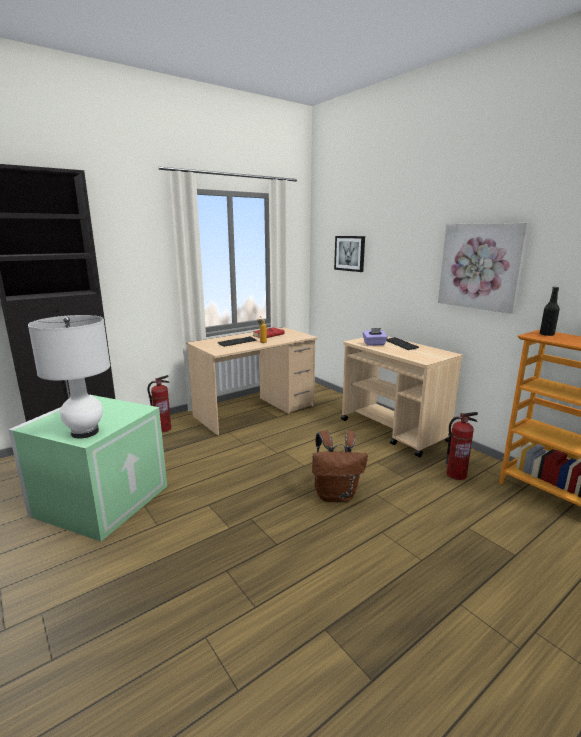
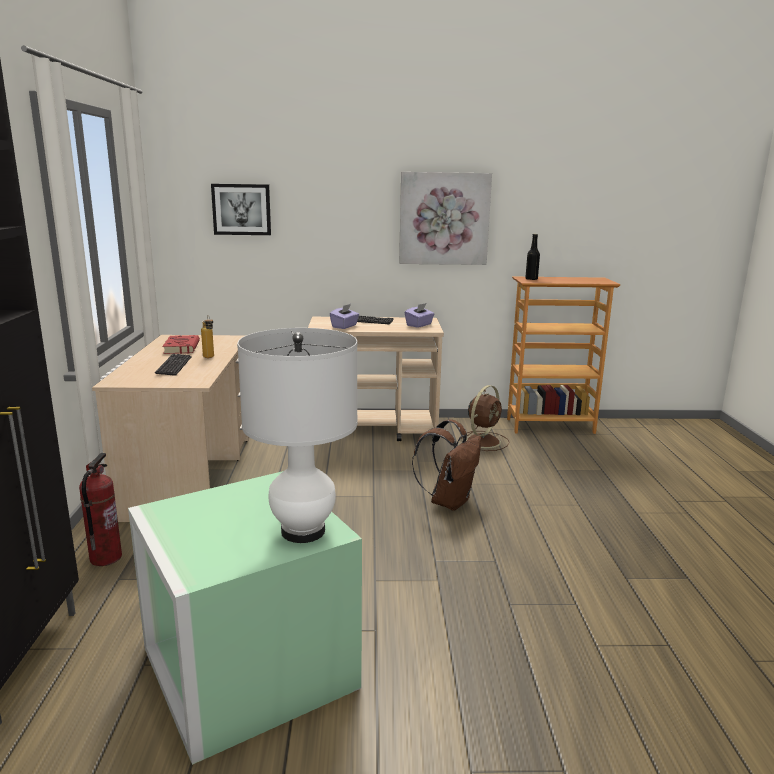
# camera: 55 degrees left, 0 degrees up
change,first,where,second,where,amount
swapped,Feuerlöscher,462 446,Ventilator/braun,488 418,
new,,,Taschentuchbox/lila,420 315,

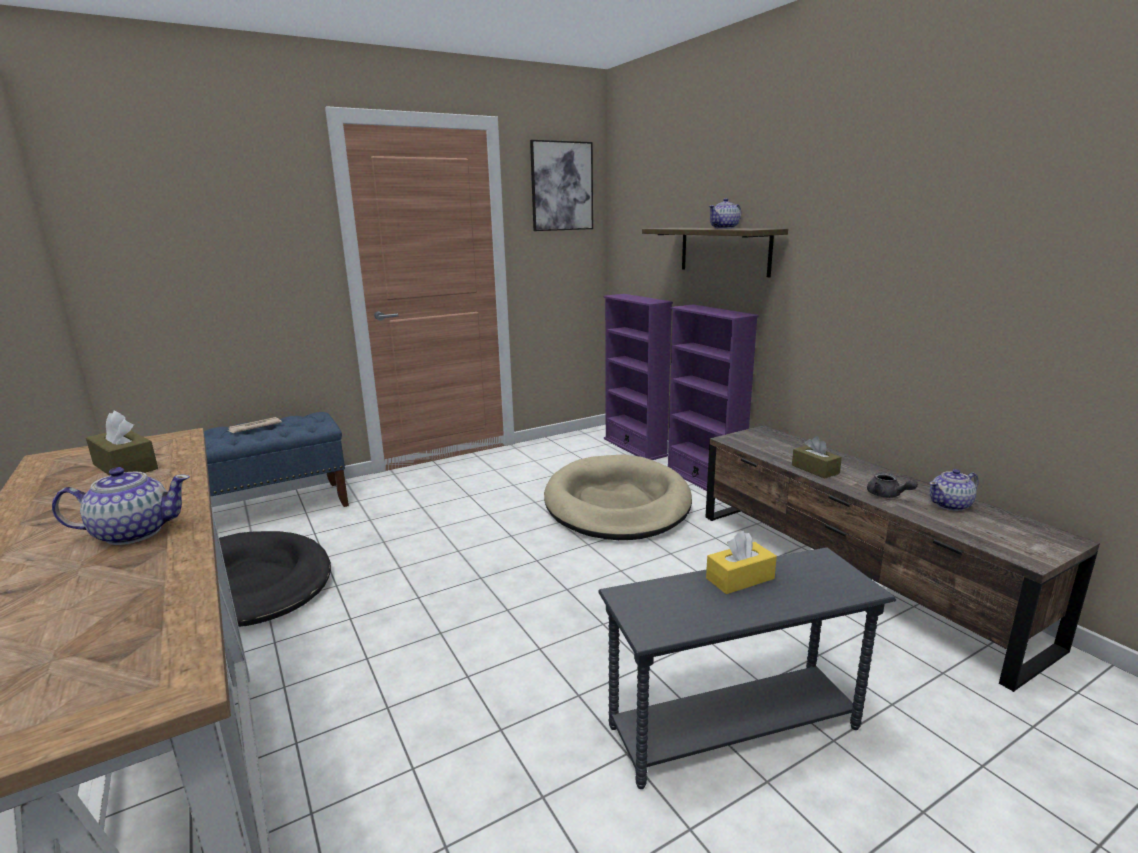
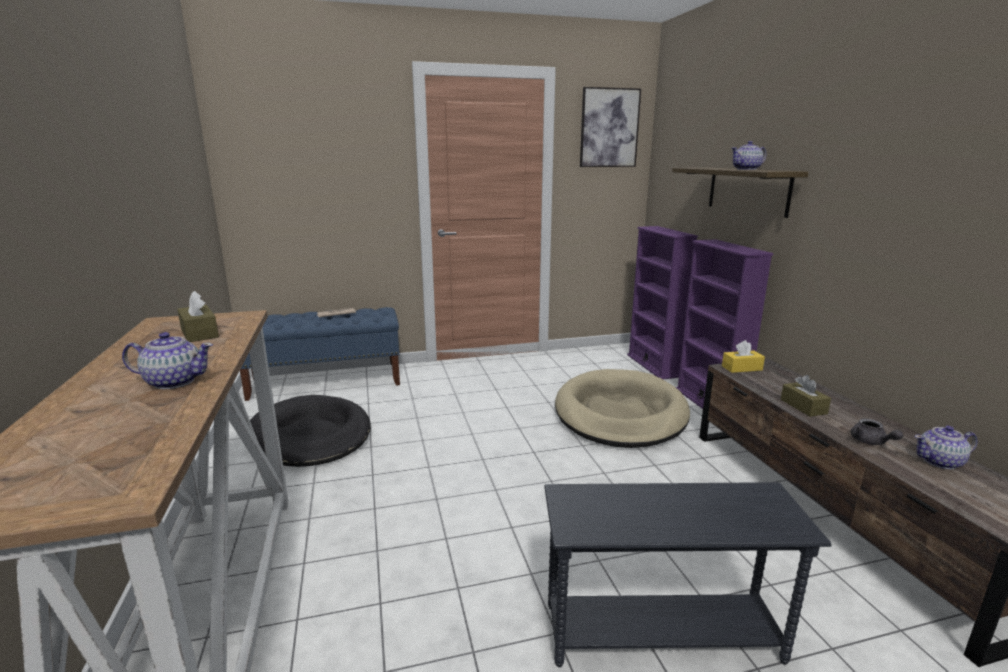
# camera: 15 degrees right, 0 degrees up
change,first,where,second,where,amount
shifted,Taschentuchbox/gelb,741 562,,743 356,

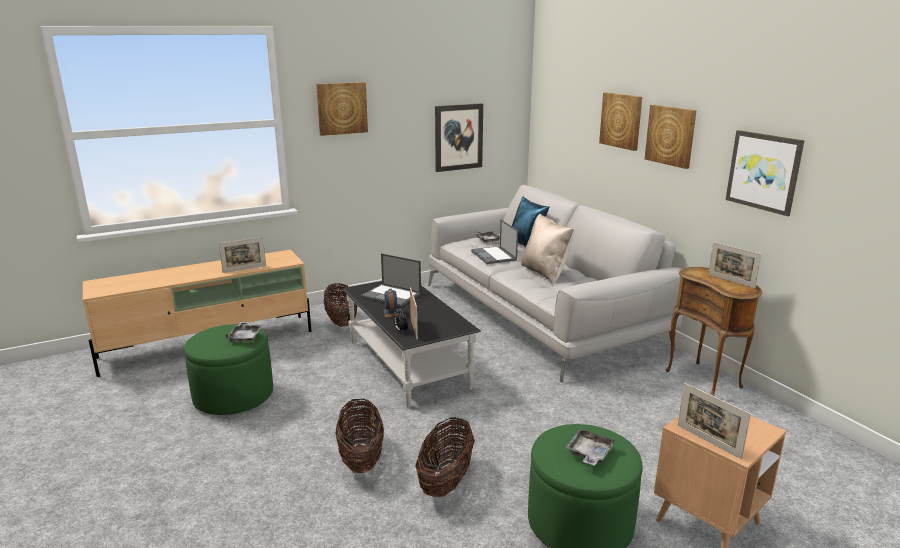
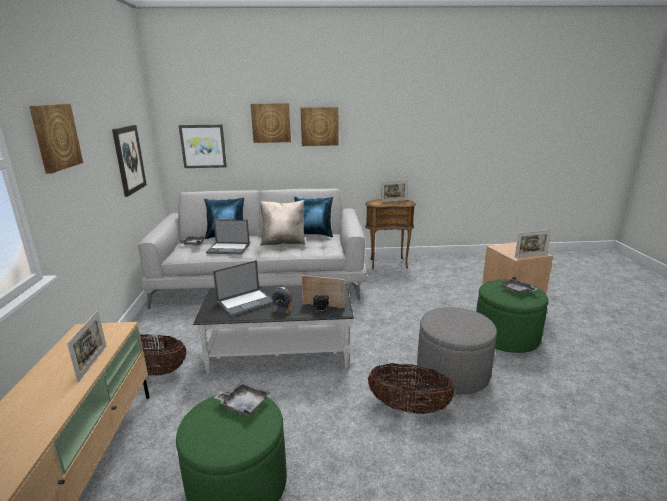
# camera: 65 degrees left, 0 degrees up
change,first,where,second,where,amount
shifted,Bild,765 173,,203 146,
swapped,Korb,445 457,Polsterhocker/grau,457 350,
new,,,Kissen/blau,313 217,

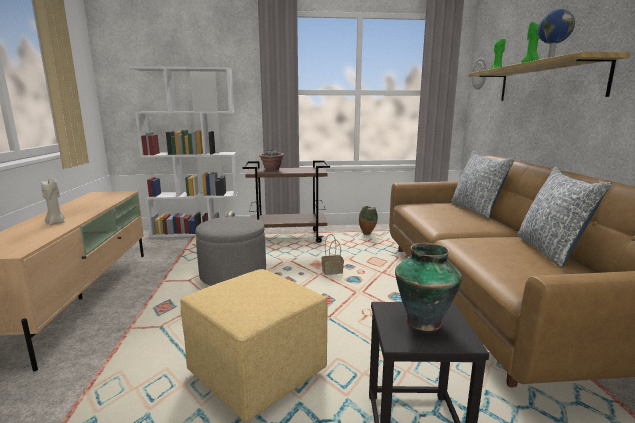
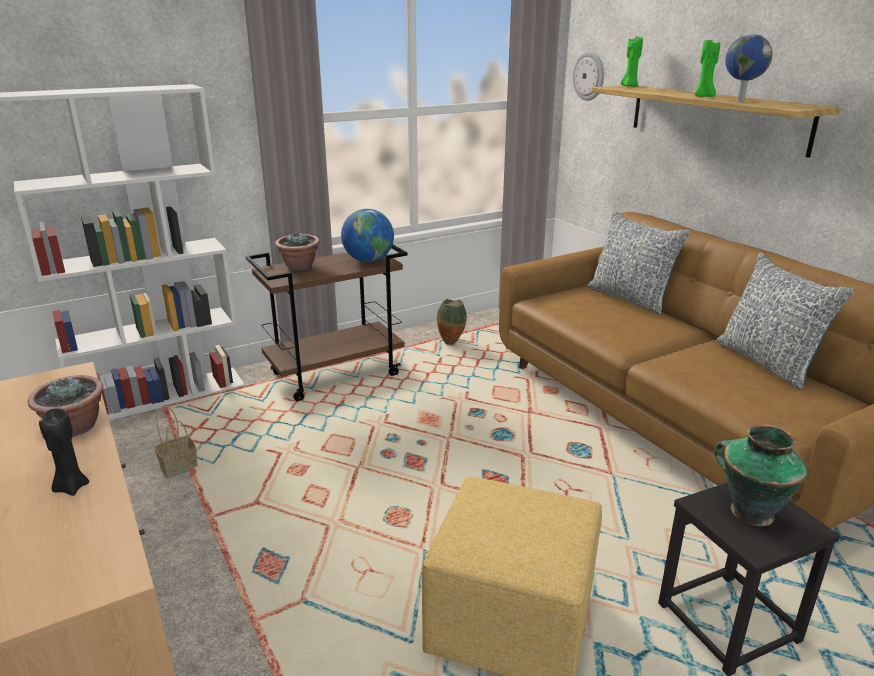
# camera: 25 degrees left, 10 degrees up
change,first,where,second,where,amount
repainted,Kerze/beige,53 201,Kerze/schwarz,64 452,
gone,Polsterhocker/grau,230 251,,,
shifted,Korb,332 254,,176 442,
new,,,Globus,367 235,
new,,,Topfpflanze,65 405,

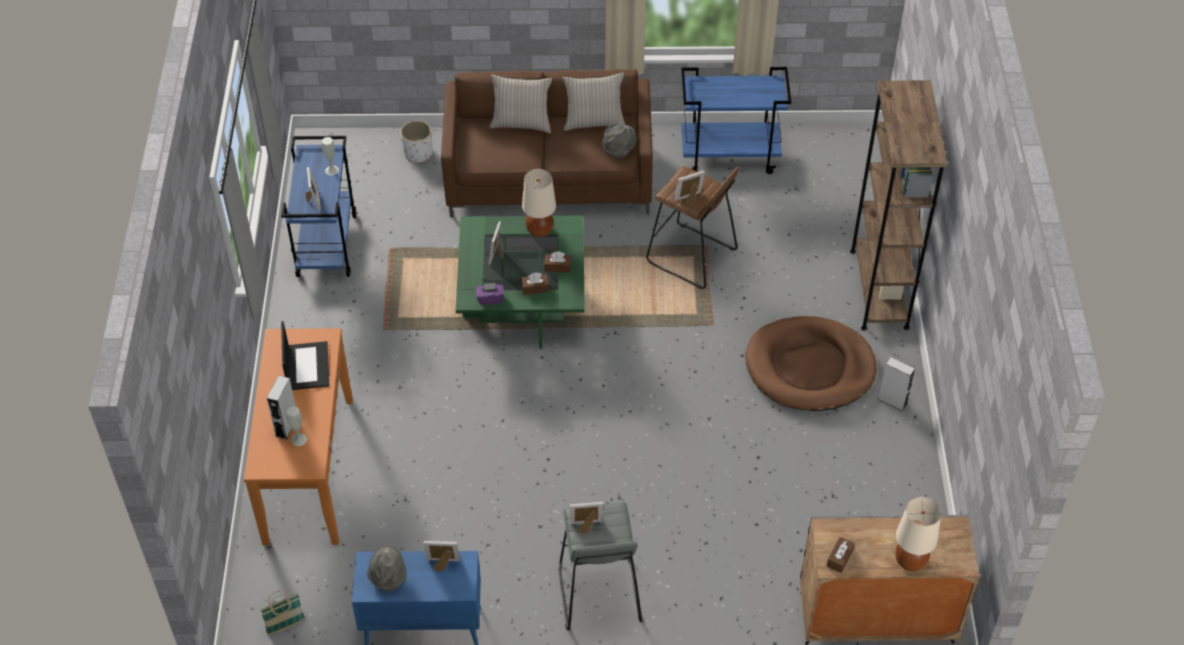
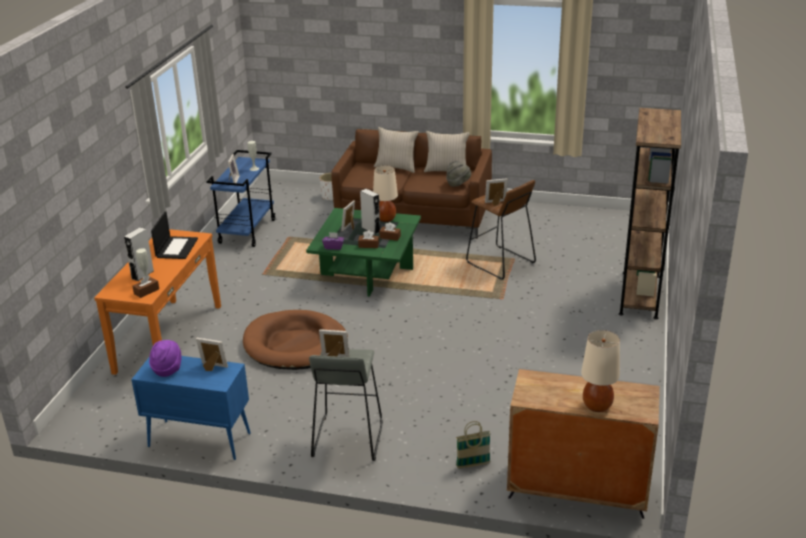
# camera: 15 degrees right, 20 degrees down
change,first,where,second,where,amount
gone,Rollwagen/blau,736 120,,,
shifted,Hundebett/braun,811 363,,295 340,
shifted,Lautsprecher/grau,896 384,,370 211,
shifted,Taschentuchbox/braun,841 555,,145 286,
repainted,Hut/grau,387 568,Hut/lila,165 358,
shifted,Korb,283 612,,473 445,

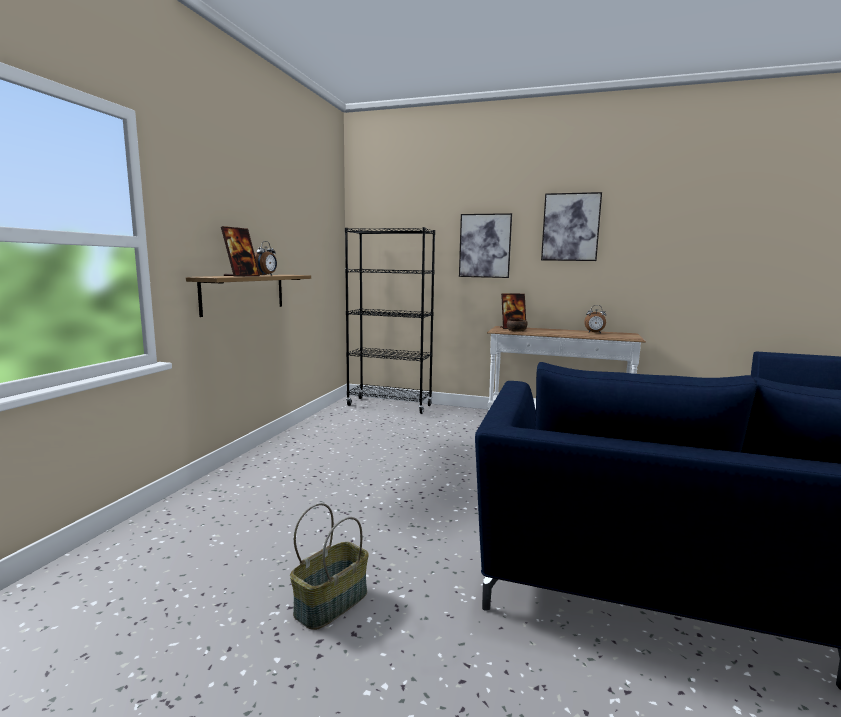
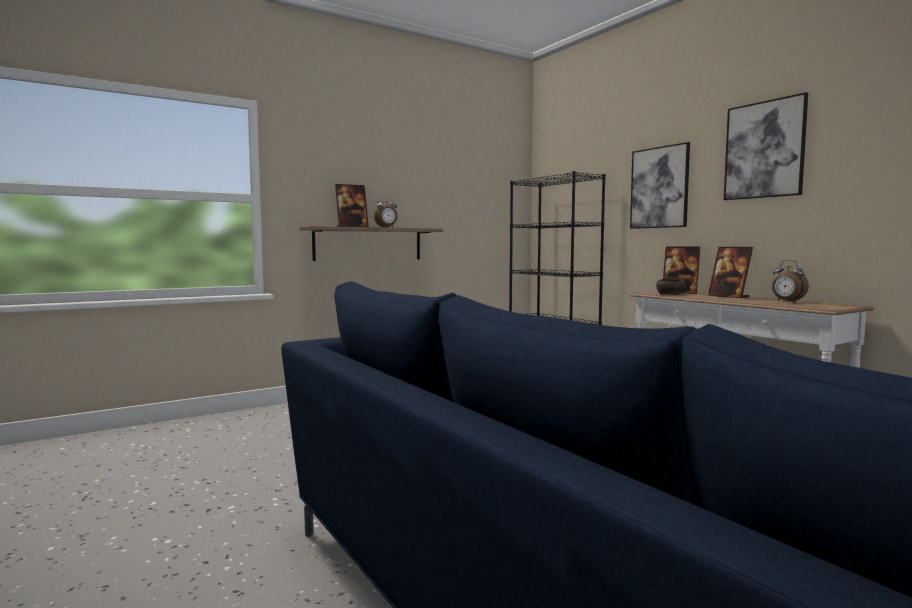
# camera: 40 degrees right, 5 degrees down
change,first,where,second,where,amount
gone,Korb,329 566,,,
new,,,Bilderrahmen,730 272,

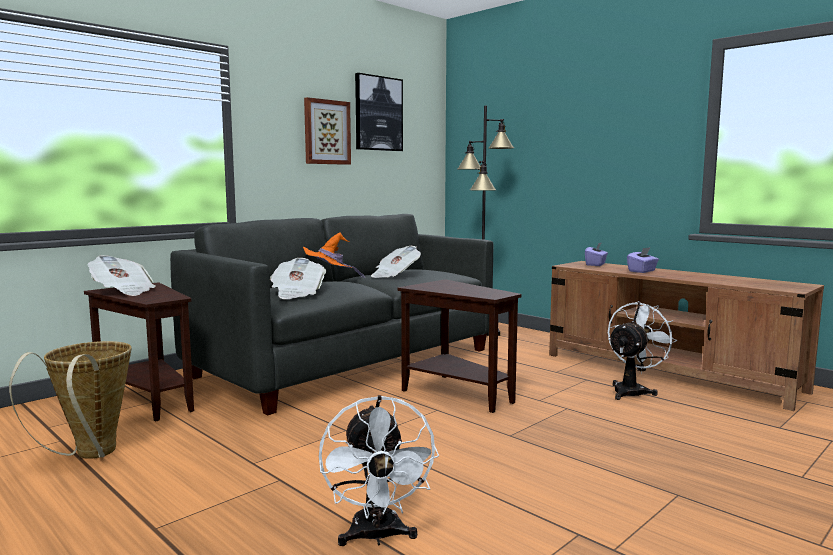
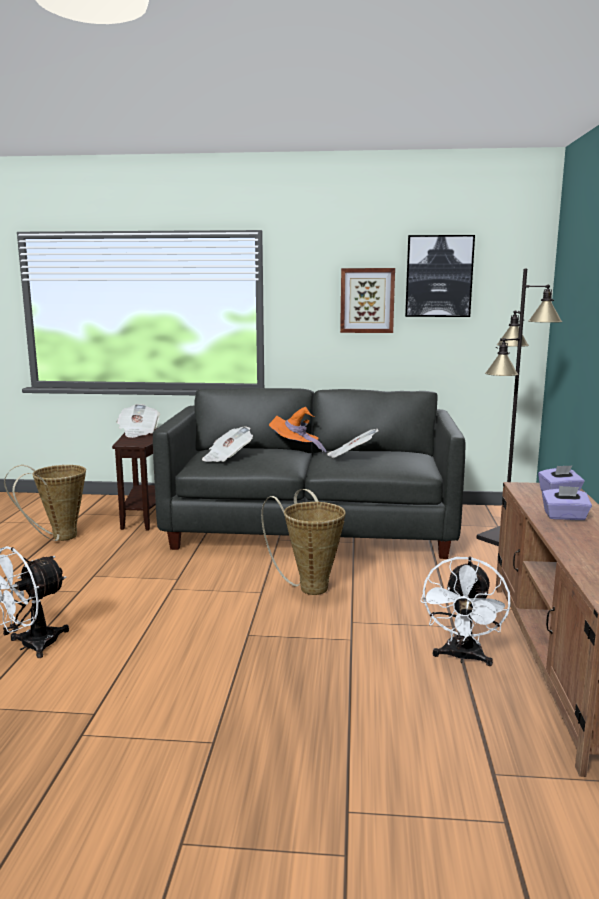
# camera: 50 degrees right, 5 degrees up
change,first,where,second,where,amount
swapped,Beistelltisch/braun,459 346,Korb,303 542,
rotated,Ventilator/weiß,642 350,,465 611,105 degrees clockwise

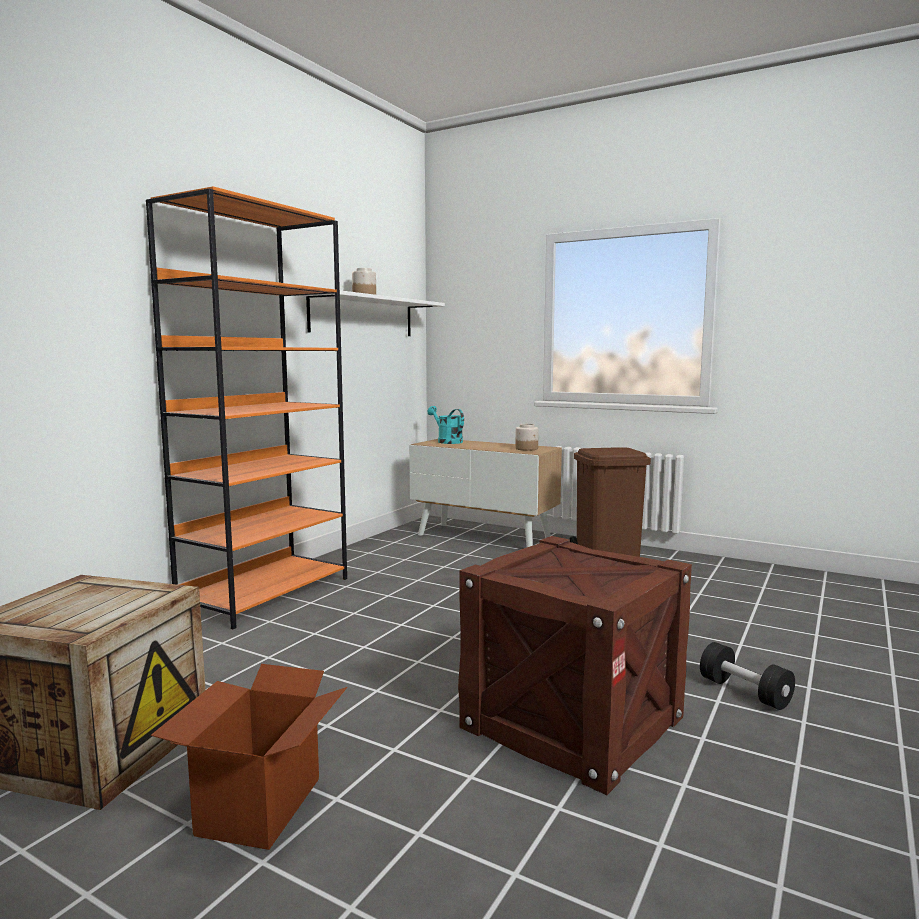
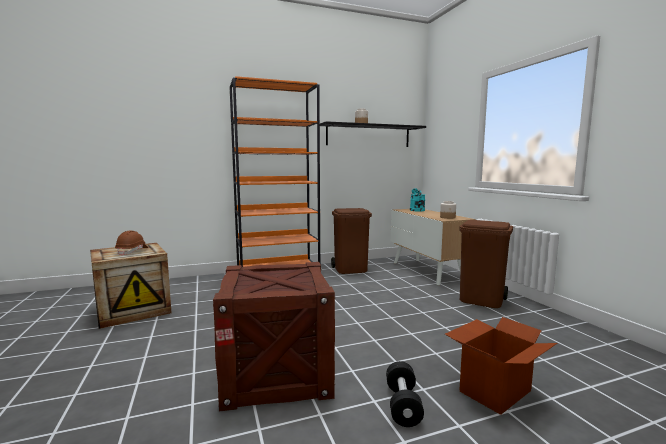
# camera: 40 degrees right, 0 degrees up
change,first,where,second,where,amount
repainted,Wandregal/weiß,372 313,Wandregal/schwarz,373 134,
shifted,Karton,249 757,,501 366,
new,,,Mülleimer/braun,351 241,
new,,,Schutzhelm/braun,131 243,

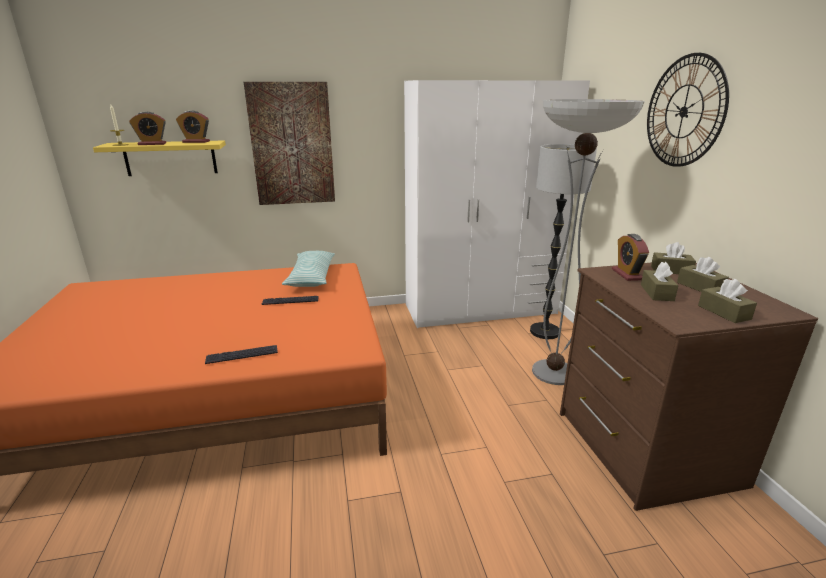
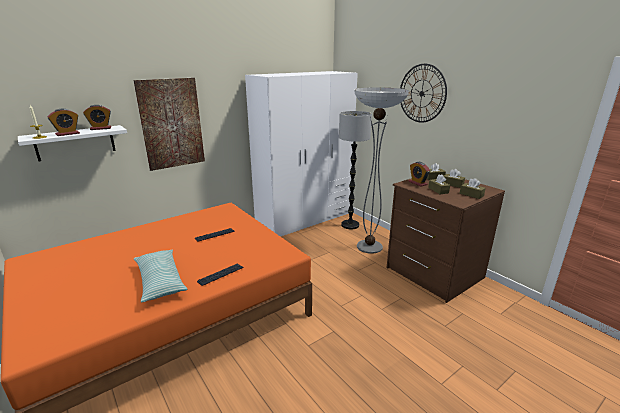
# camera: 25 degrees left, 0 degrees up
change,first,where,second,where,amount
repainted,Wandregal/gelb,159 158,Wandregal/weiß,72 143,
shifted,Kissen,308 269,,160 276,

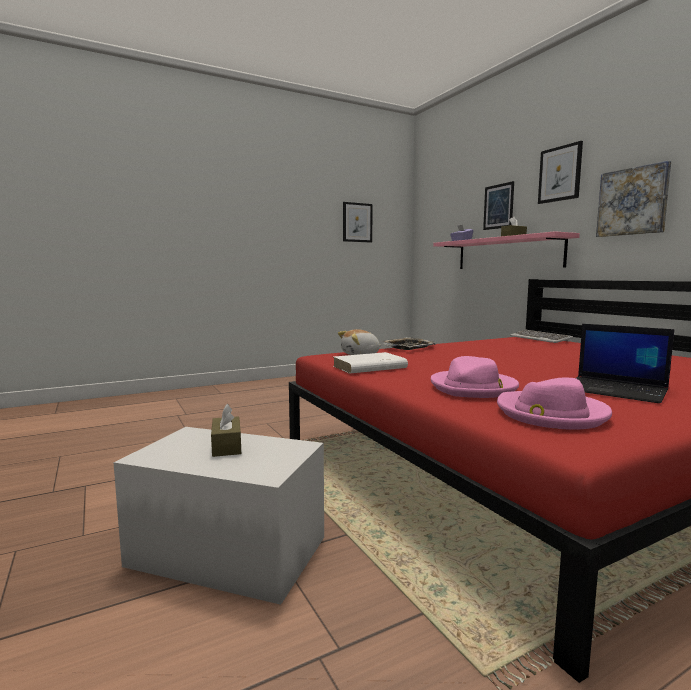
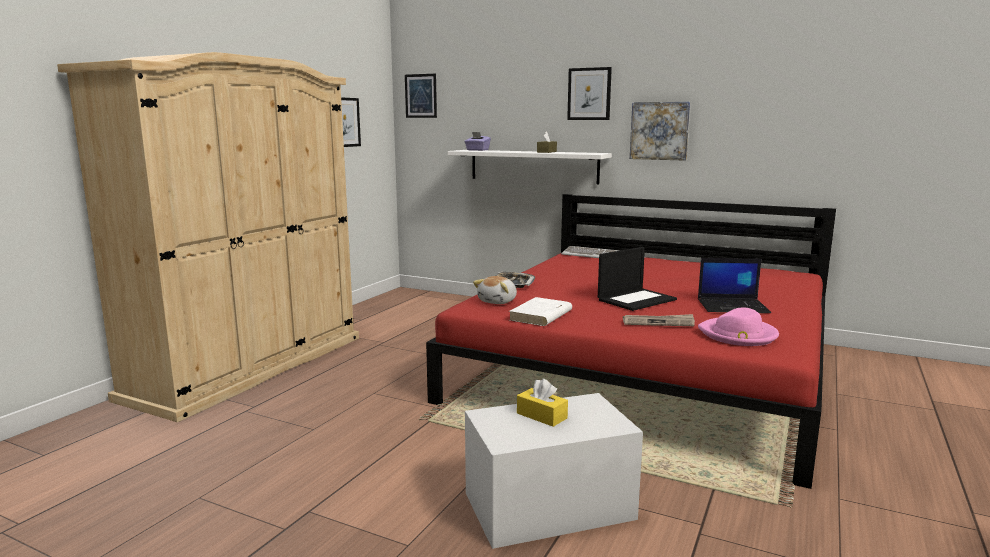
# camera: 35 degrees left, 5 degrees up
change,first,where,second,where,amount
shifted,Bild,498 205,,421 96,
repainted,Wandregal/rosa,506 250,Wandregal/weiß,530 167,
swapped,Hut/rosa,475 377,Zeitung,659 320,
repainted,Taschentuchbox/braun,226 430,Taschentuchbox/gelb,542 403,
new,,,Kleiderschrank/beige,208 237,
new,,,Laptop,637 279,

